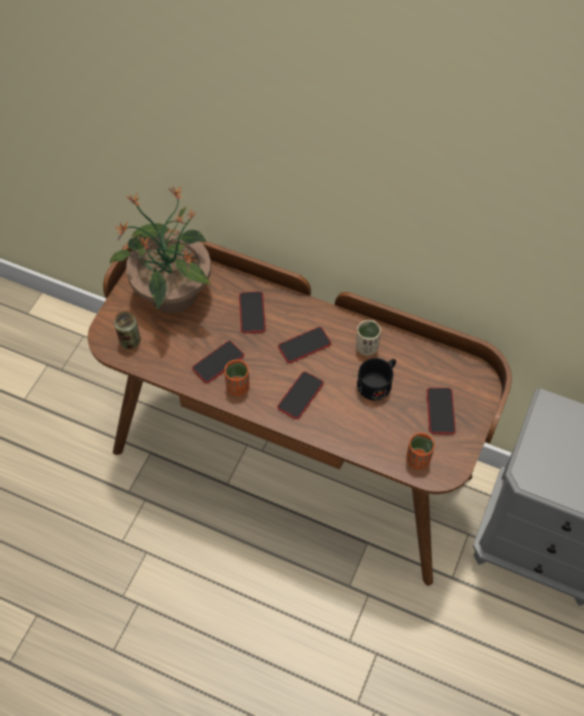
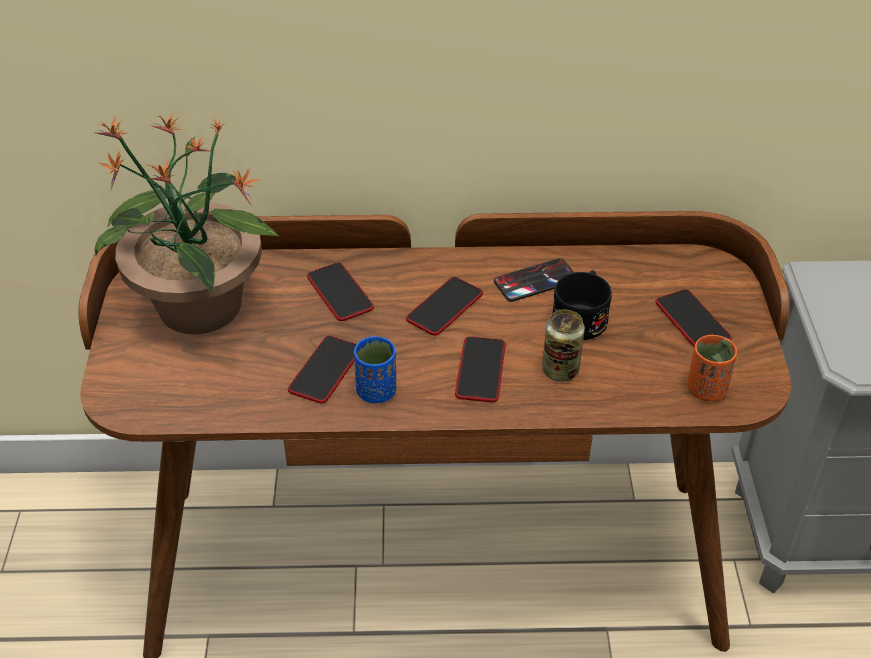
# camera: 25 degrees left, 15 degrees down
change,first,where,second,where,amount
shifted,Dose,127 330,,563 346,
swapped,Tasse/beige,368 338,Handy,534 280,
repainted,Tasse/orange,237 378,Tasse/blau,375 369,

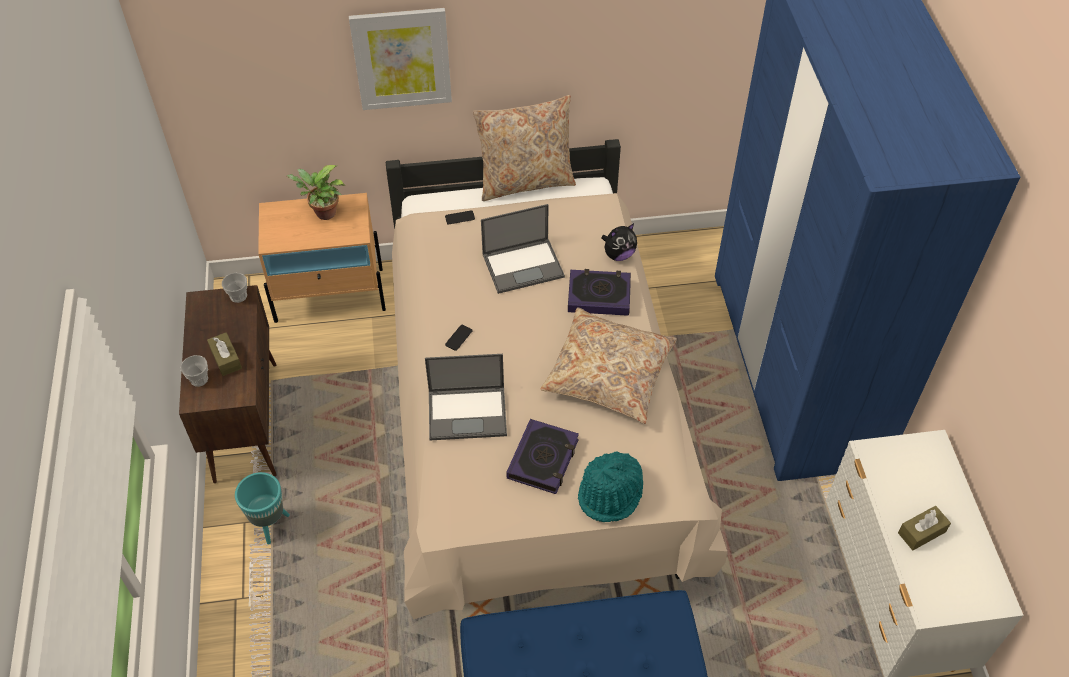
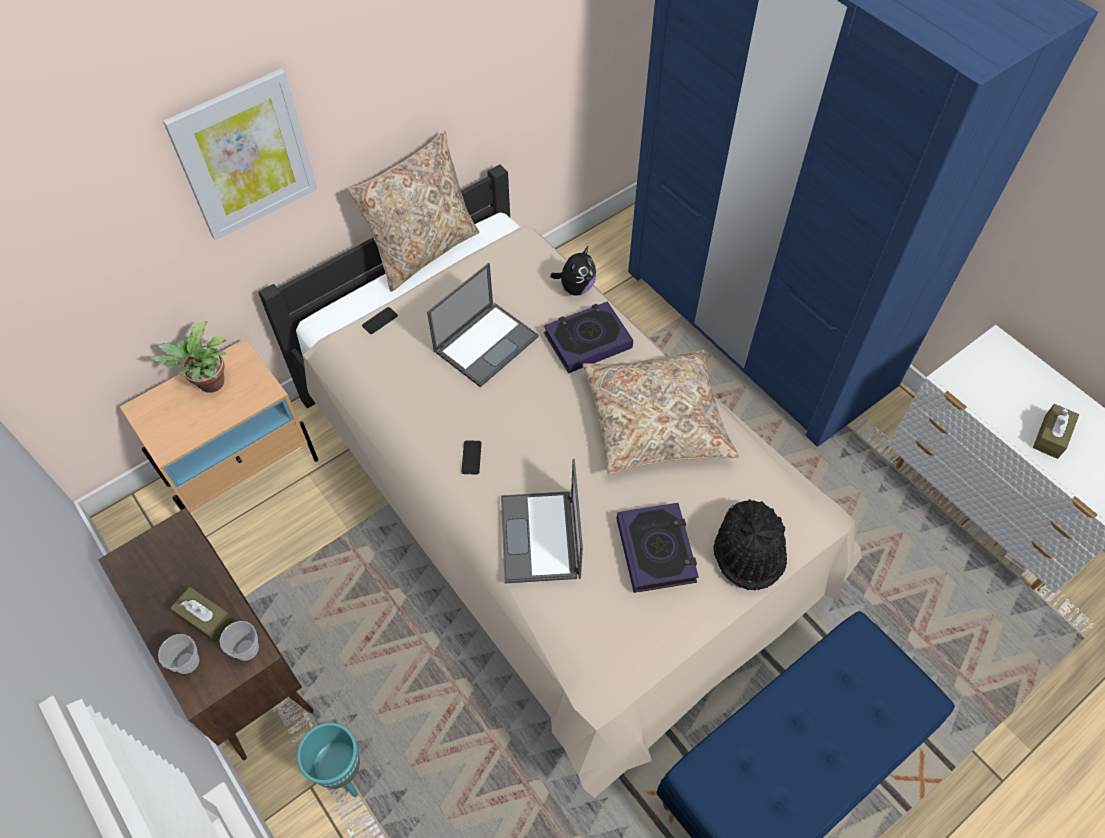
# camera: 30 degrees left, 5 degrees up
change,first,where,second,where,amount
shifted,Tasse,234 288,,239 641,
rotated,Laptop,466 397,,542 521,120 degrees clockwise
repainted,Hut/türkis,610 487,Hut/schwarz,750 544,

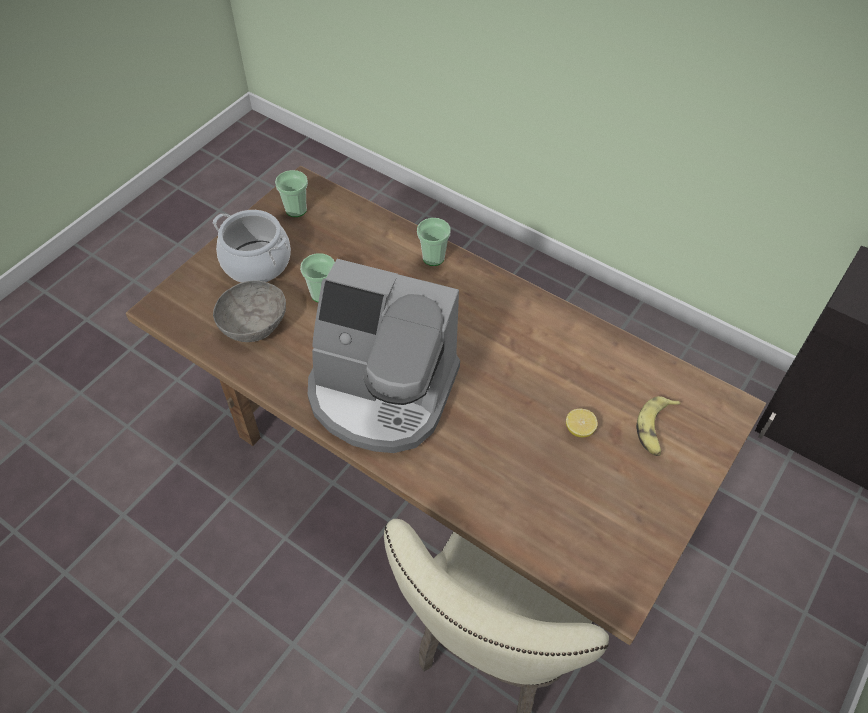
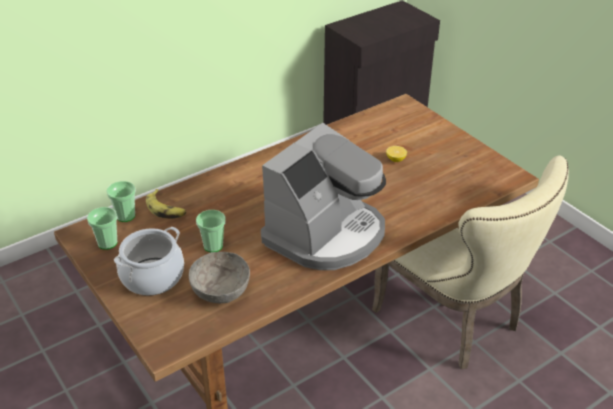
# camera: 70 degrees left, 15 degrees down
change,first,where,second,where,amount
shifted,Tasse,434 242,,121 201,
shifted,Banane,658 426,,166 204,

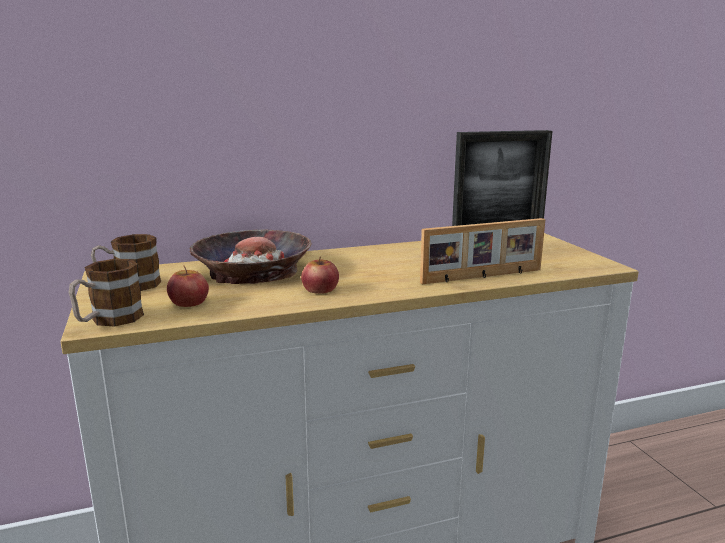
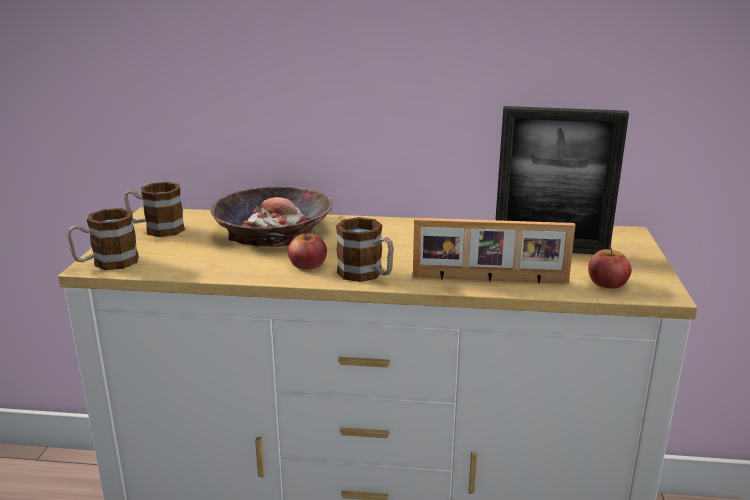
# camera: 25 degrees right, 5 degrees up
change,first,where,second,where,amount
shifted,Apfel,188 286,,610 267,
new,,,Henkelbecher,365 249,

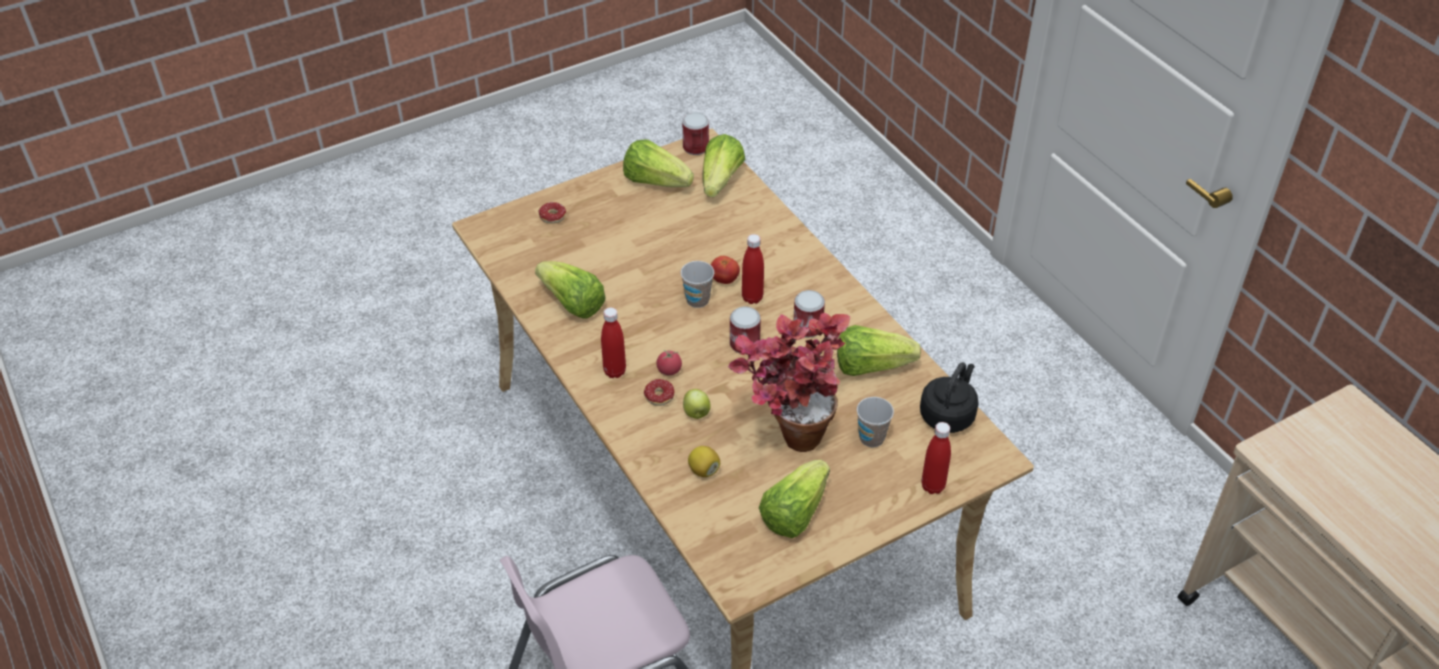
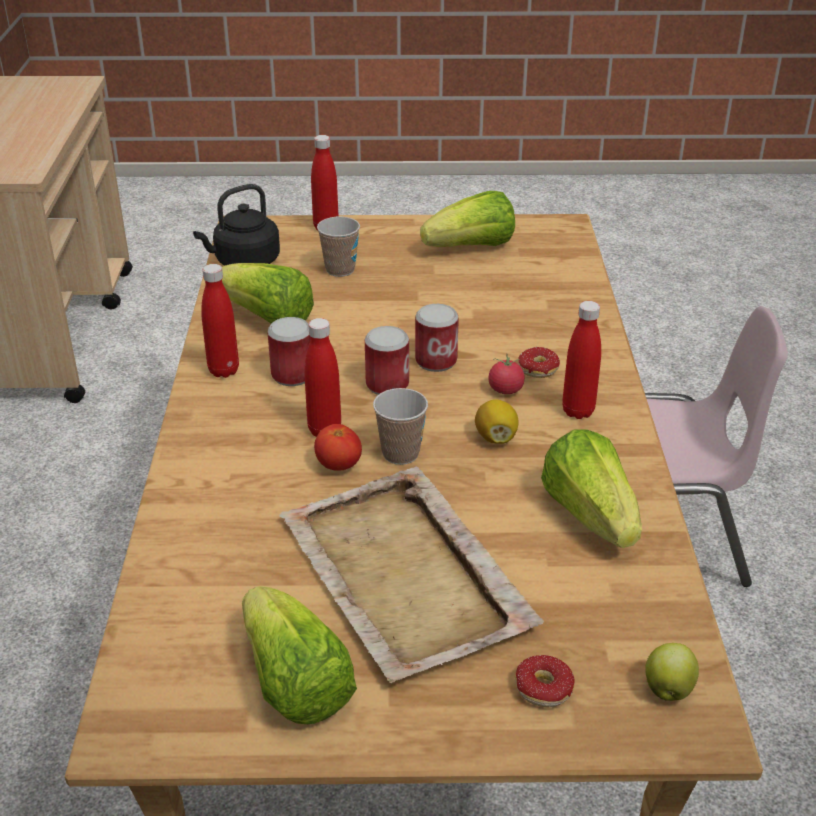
# camera: 150 degrees left, 10 degrees down
change,first,where,second,where,amount
shifted,Dose,695 133,,437 338,
gone,Salatkopf,723 165,,,
gone,Topfpflanze,789 382,,,
shifted,Apfel,697 404,,672 672,
shifted,Zitrone,704 461,,497 421,
new,,,Flasche/rot,220 321,
new,,,Tablett/beige,411 574,

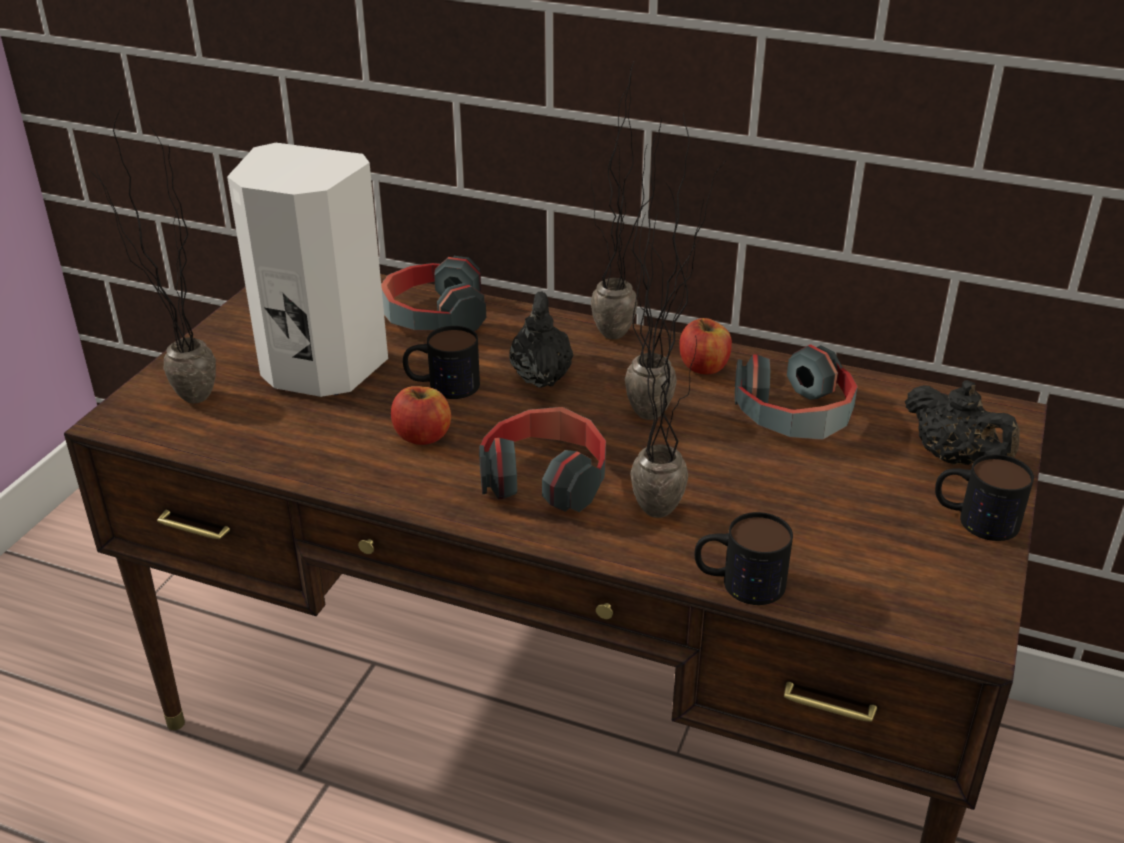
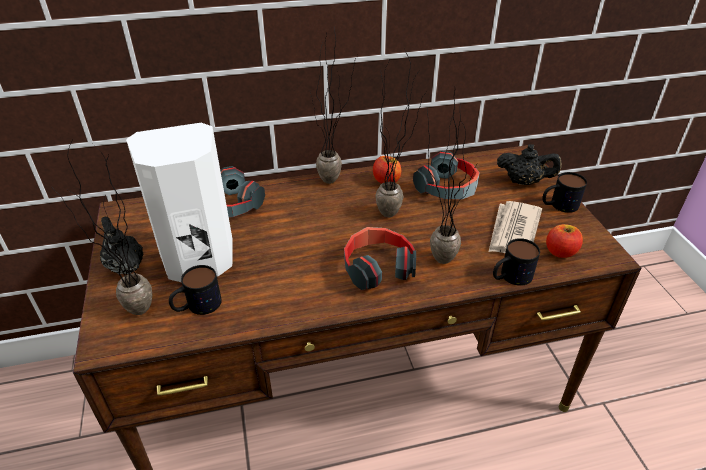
# camera: 35 degrees left, 5 degrees up
change,first,where,second,where,amount
shifted,Teekanne/schwarz,541 340,,121 245,
shifted,Henkelbecher,441 362,,195 290,
shifted,Apfel,421 415,,564 241,
new,,,Zeitung,515 227,

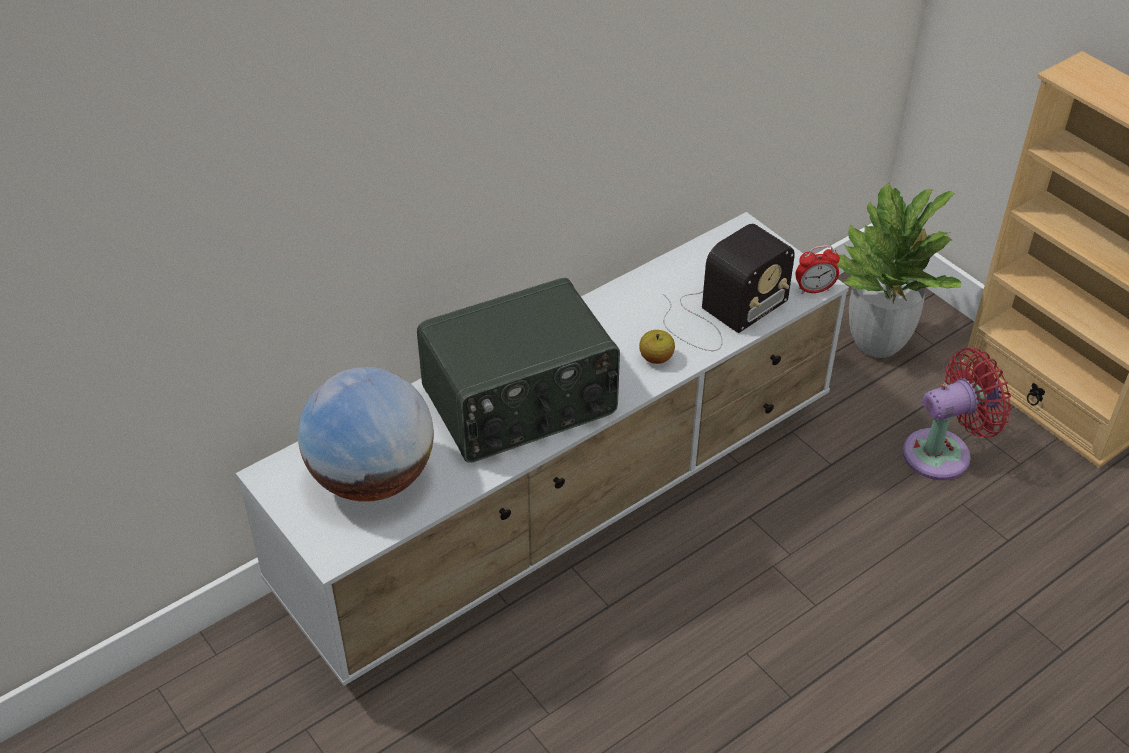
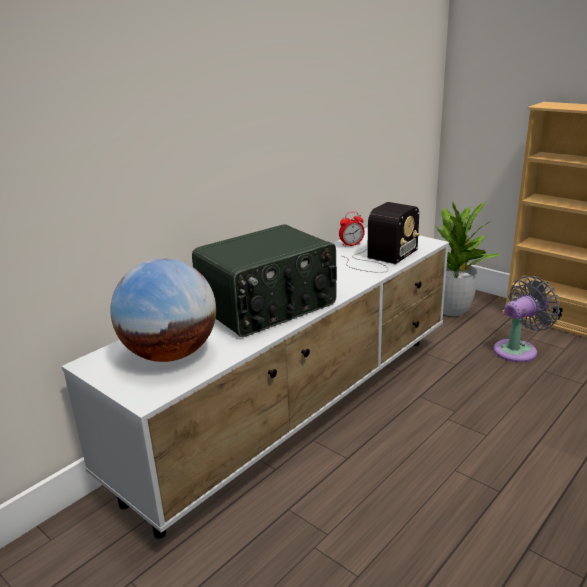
# camera: 10 degrees left, 20 degrees down
change,first,where,second,where,amount
shifted,Wecker,817 269,,352 229,
gone,Apfel,657 347,,,
repainted,Ventilator/rot,957 414,Ventilator/grau,526 319,

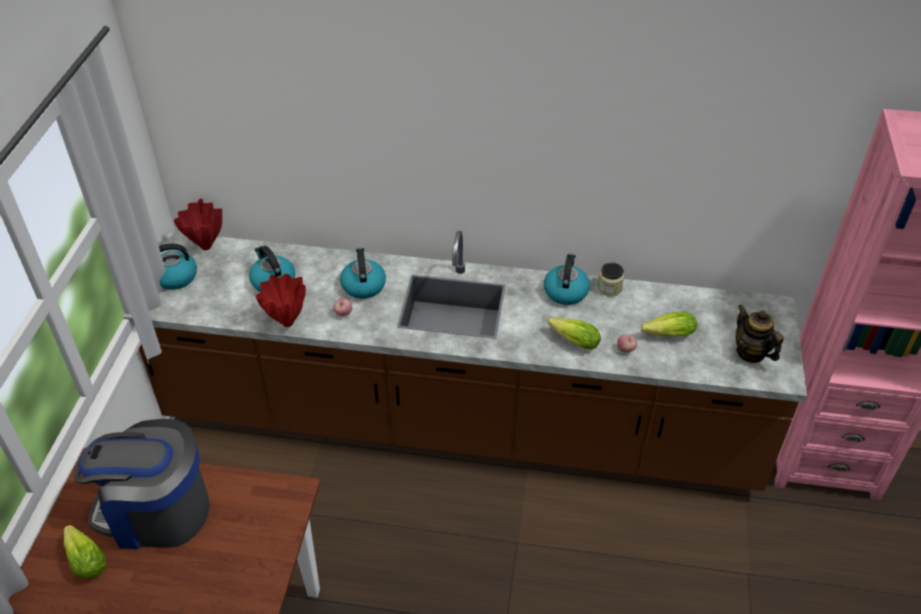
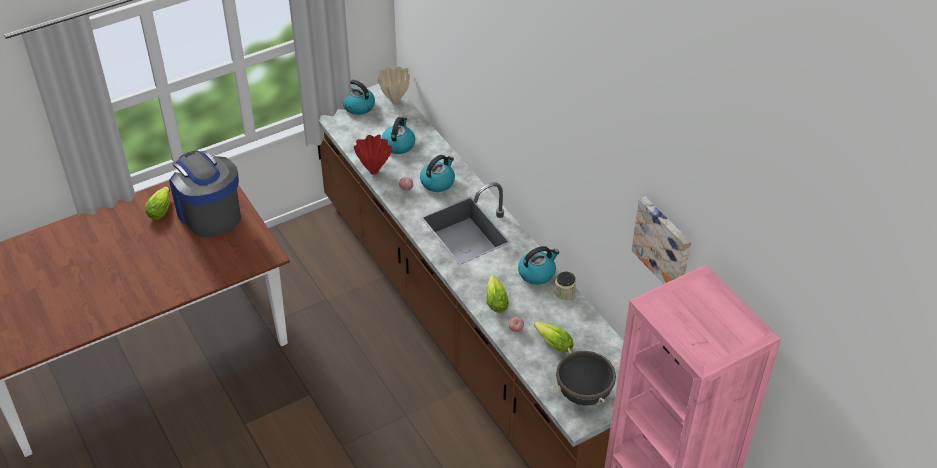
# camera: 50 degrees right, 0 degrees up
change,first,where,second,where,amount
repainted,Vase/rot,198 224,Vase/beige,393 85,
swapped,Teekanne,759 334,Kochtopf/schwarz,586 377,
new,,,Bild,661 240,

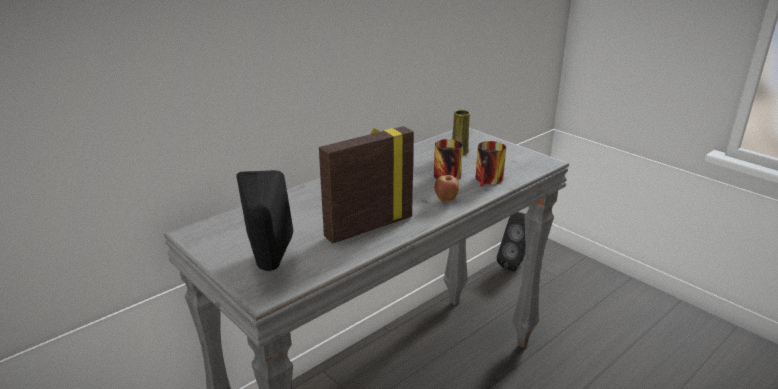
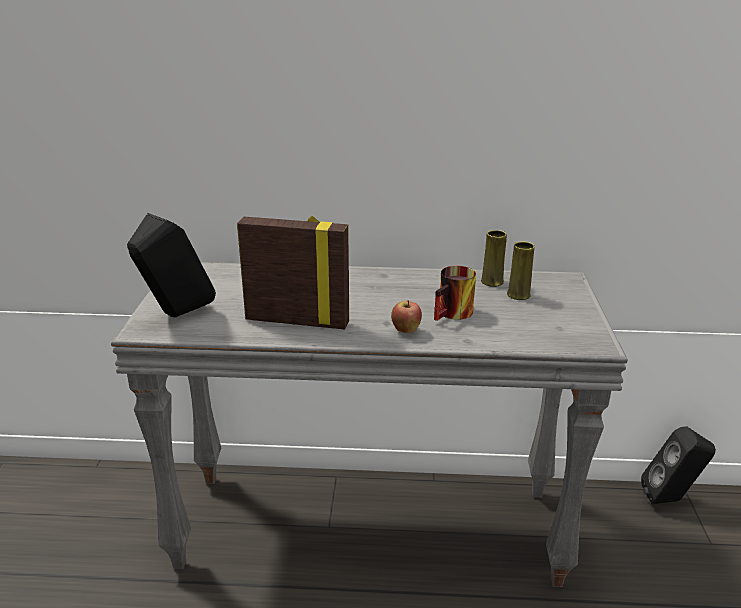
# camera: 45 degrees right, 0 degrees up
change,first,where,second,where,amount
gone,Henkelbecher,491 164,,,
new,,,Vase/gelb,494 258,

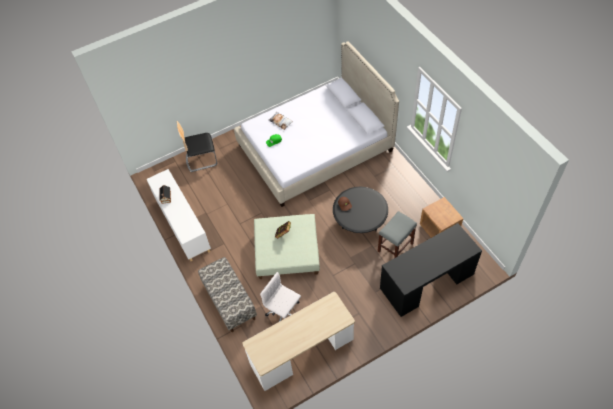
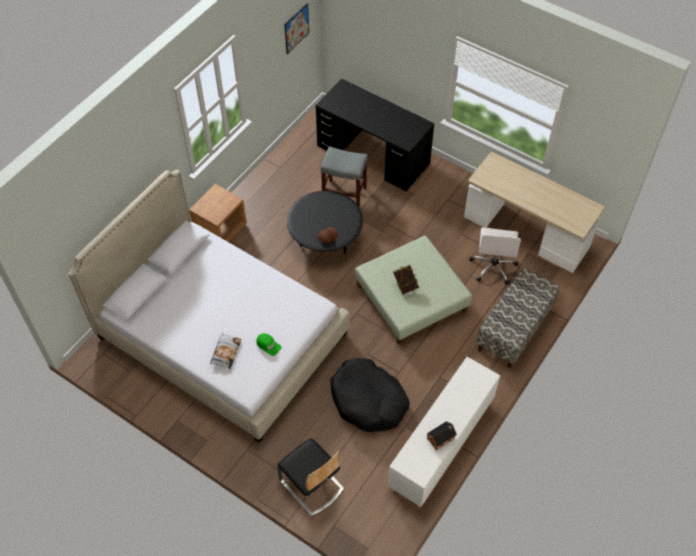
# camera: 120 degrees left, 0 degrees up
change,first,where,second,where,amount
shifted,Nachttisch/braun,442 217,,218 213,
new,,,Bild,297 28,
new,,,Hundebett/schwarz,370 395,

